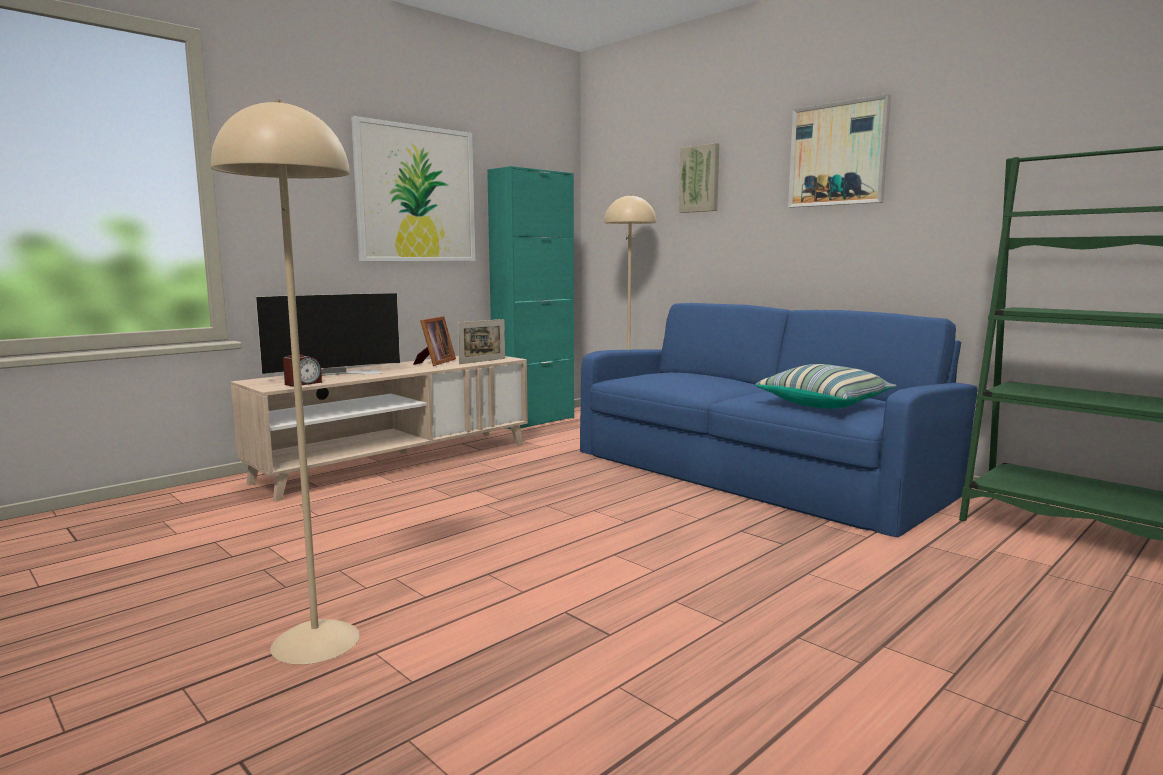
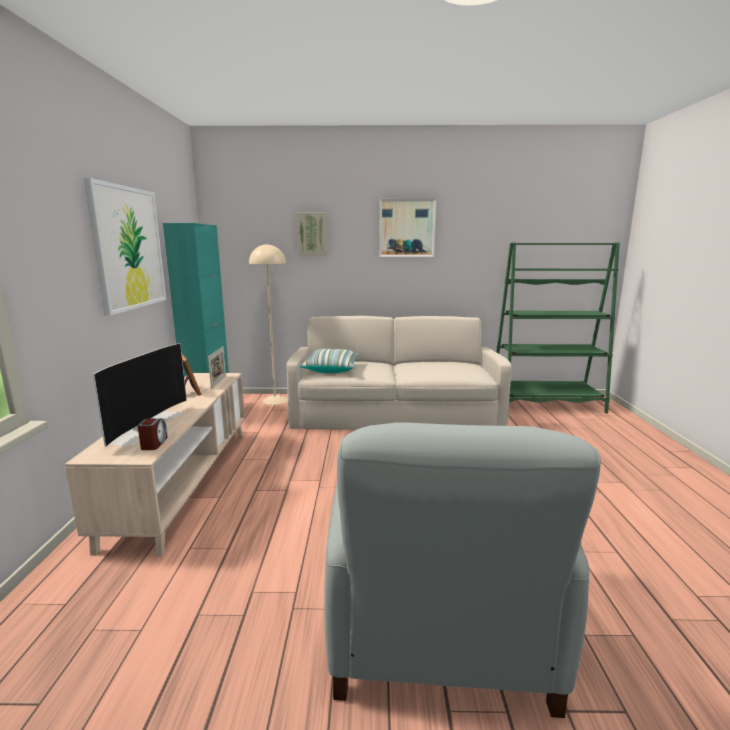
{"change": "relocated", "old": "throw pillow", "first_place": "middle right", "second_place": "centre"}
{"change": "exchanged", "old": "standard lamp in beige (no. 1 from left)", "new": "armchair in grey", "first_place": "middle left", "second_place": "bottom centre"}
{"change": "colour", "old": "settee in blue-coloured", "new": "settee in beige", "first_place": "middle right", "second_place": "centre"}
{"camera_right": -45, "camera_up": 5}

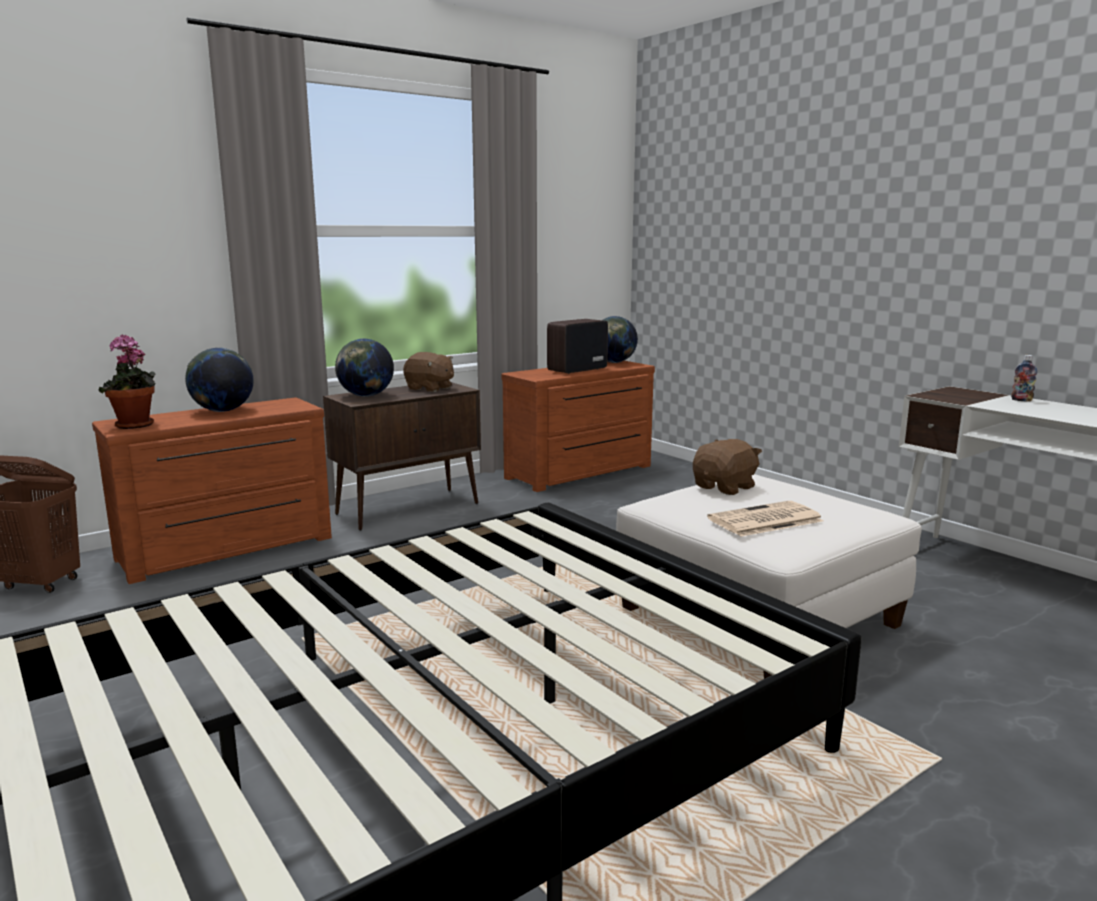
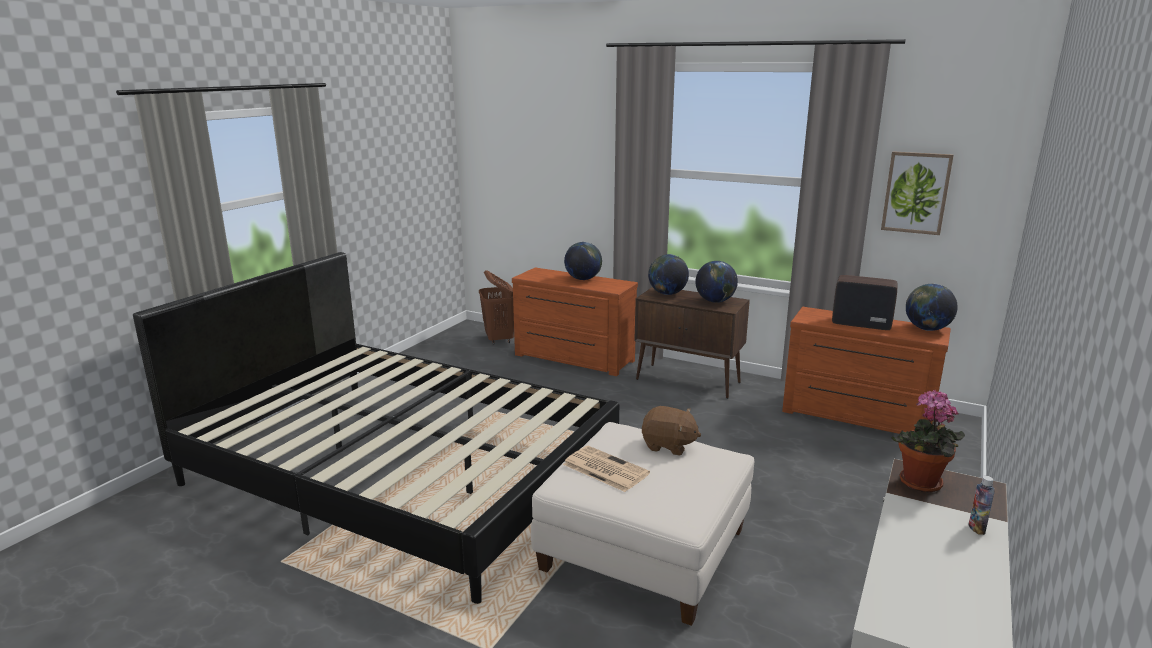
{"change": "appeared", "new": "picture", "second_place": "top right"}
{"change": "relocated", "old": "plant in a pot", "first_place": "middle left", "second_place": "bottom right"}
{"change": "exchanged", "old": "plush toy in brown-coloured (no. 1 from left)", "new": "globe (no. 3 from left)", "first_place": "centre", "second_place": "centre"}
{"camera_right": 65, "camera_up": 5}

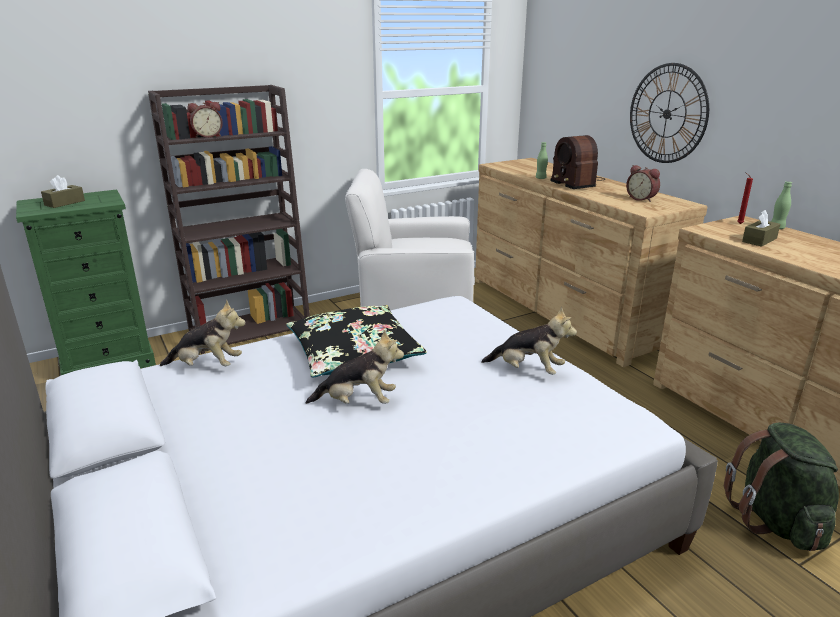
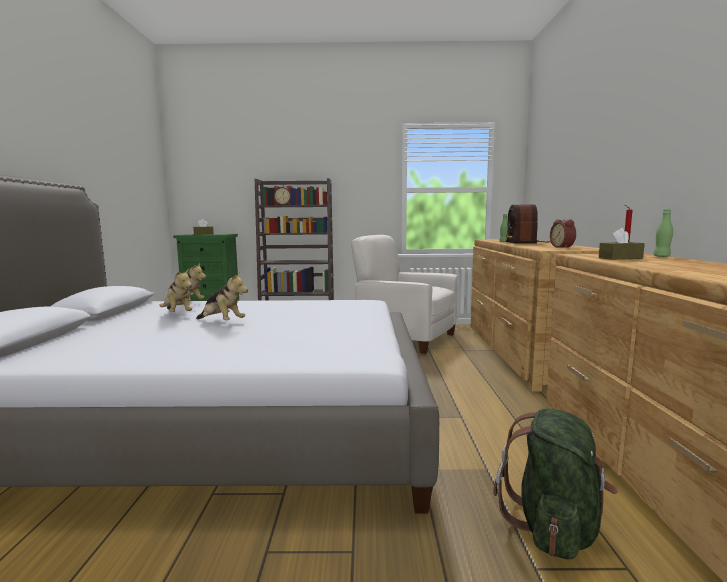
{"change": "missing", "old": "throw pillow in blackish", "first_place": "centre"}
{"change": "missing", "old": "wall clock", "first_place": "top right"}
{"change": "relocated", "old": "plush toy (no. 3 from left in the first image)", "new": "plush toy (no. 1 from left)", "first_place": "centre", "second_place": "middle left"}
{"camera_right": 30, "camera_up": -15}

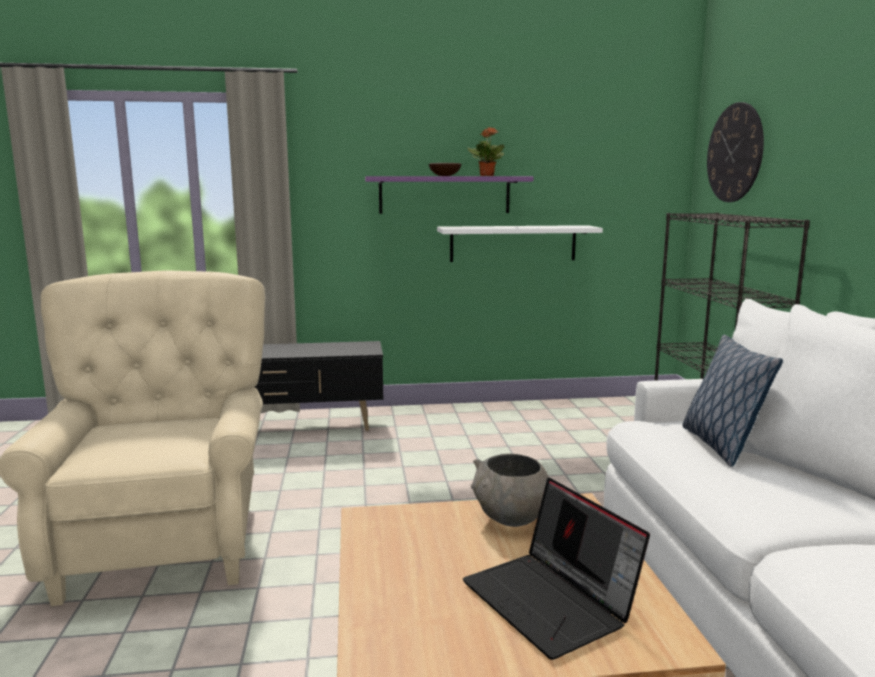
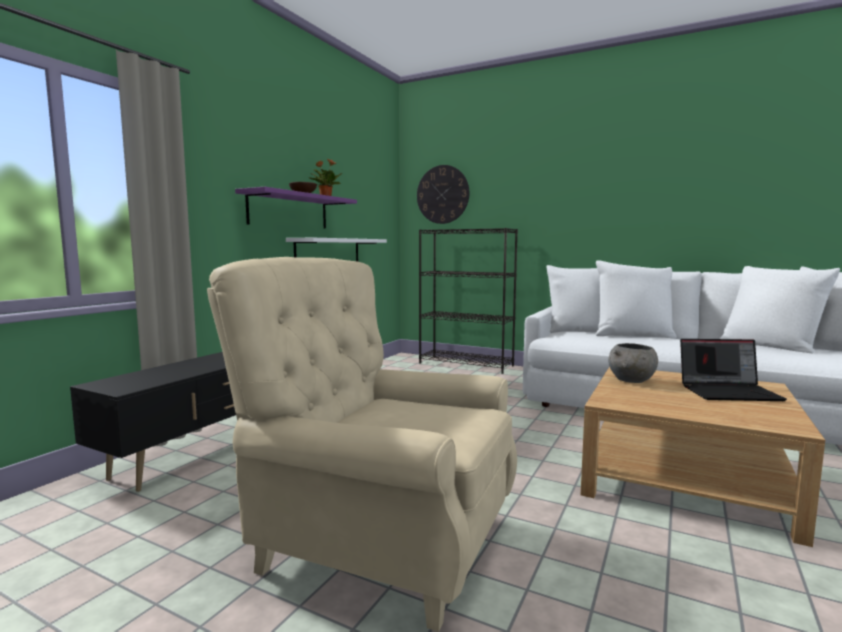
{"change": "missing", "old": "throw pillow", "first_place": "middle right"}
{"camera_right": -55, "camera_up": -5}

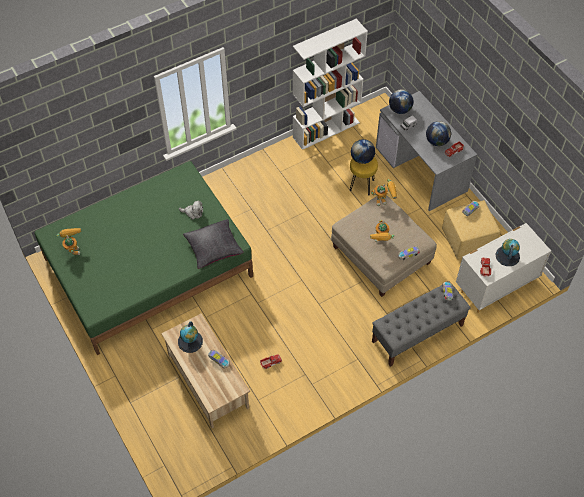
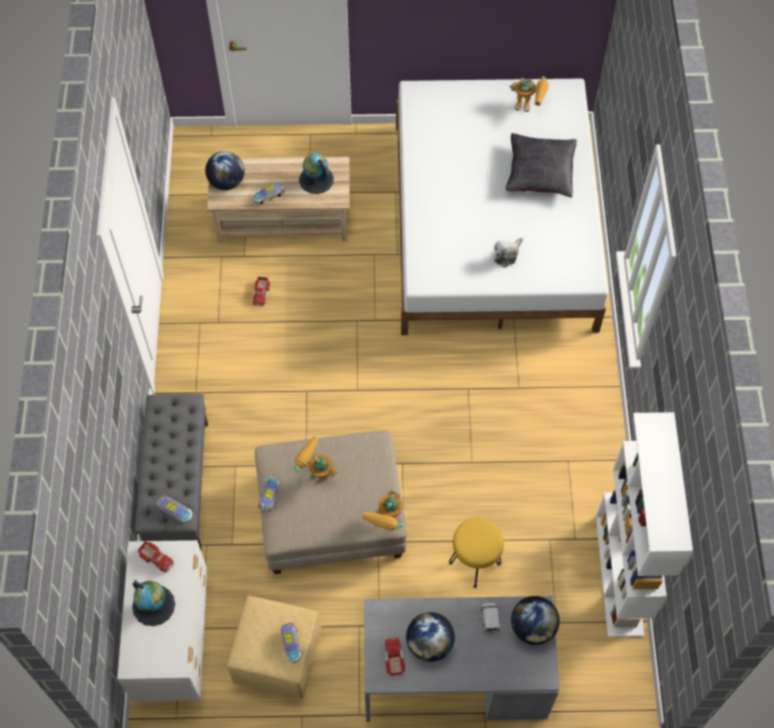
{"change": "relocated", "old": "throw pillow in blackish", "first_place": "centre", "second_place": "top right"}
{"change": "relocated", "old": "globe (no. 2 from left)", "first_place": "top centre", "second_place": "top left"}
{"change": "colour", "old": "bedroom bed in greenish", "new": "bedroom bed in white", "first_place": "middle left", "second_place": "top centre"}
{"camera_right": 120, "camera_up": 5}

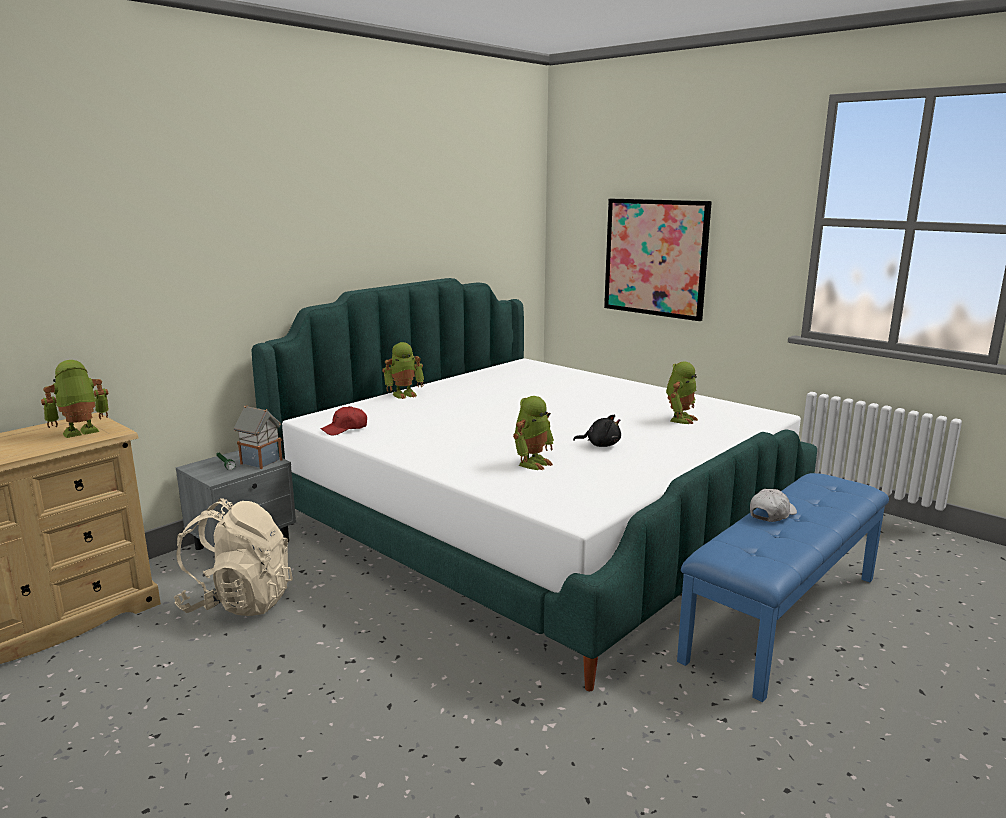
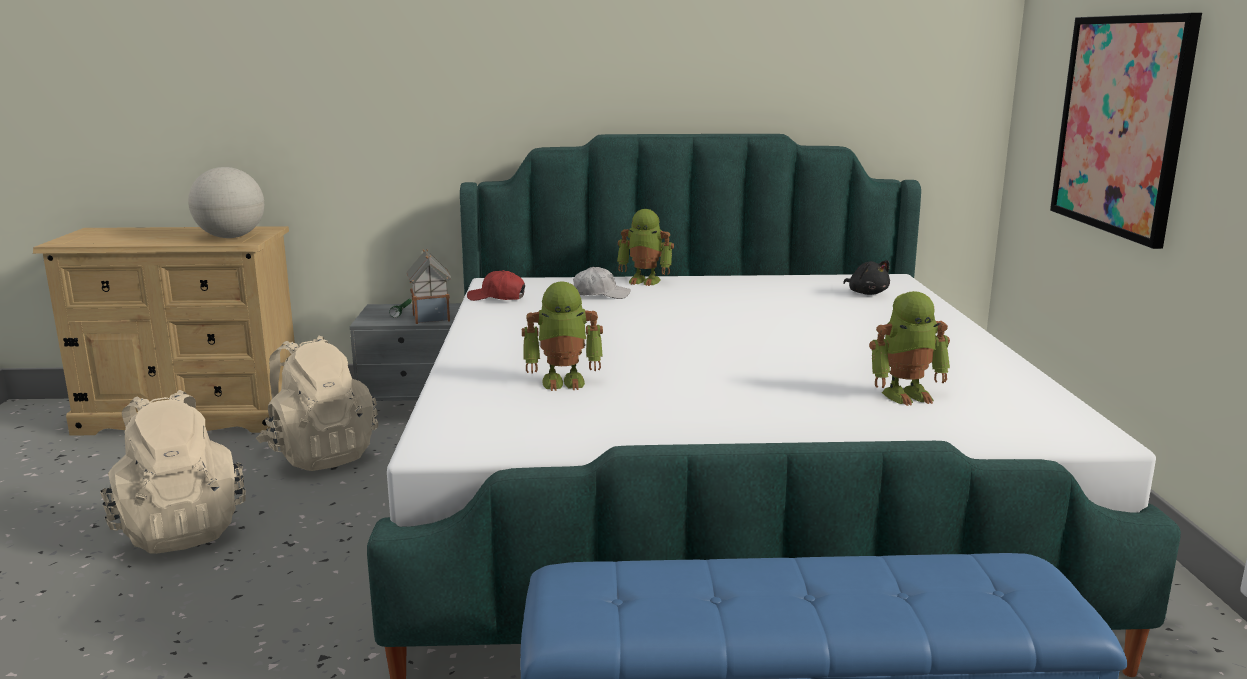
{"change": "appeared", "new": "rucksack in beige (no. 1 from left)", "second_place": "bottom left"}
{"change": "relocated", "old": "plush toy in blackish", "first_place": "centre", "second_place": "middle right"}
{"change": "relocated", "old": "baseball cap in white", "first_place": "middle right", "second_place": "centre"}
{"change": "exchanged", "old": "model robot (no. 1 from left)", "new": "globe", "first_place": "middle left", "second_place": "top left"}
{"camera_right": 45, "camera_up": 0}

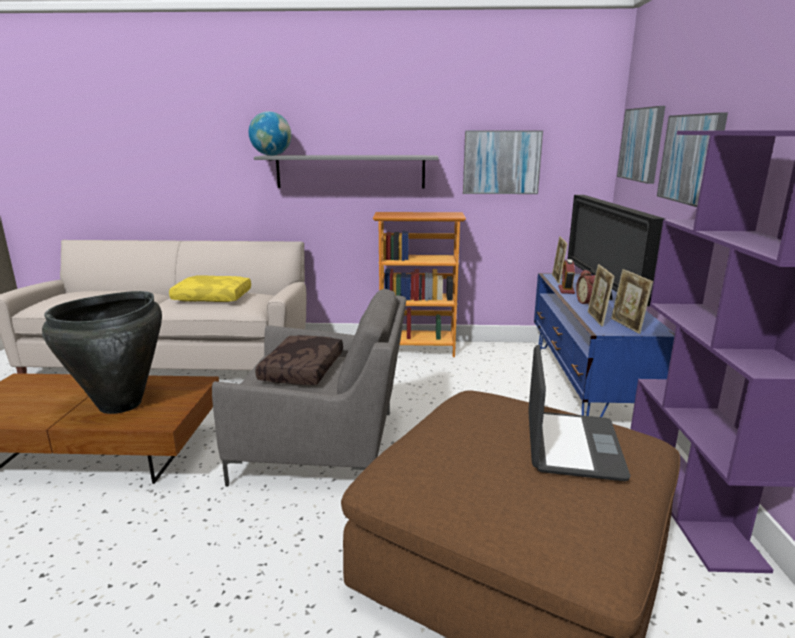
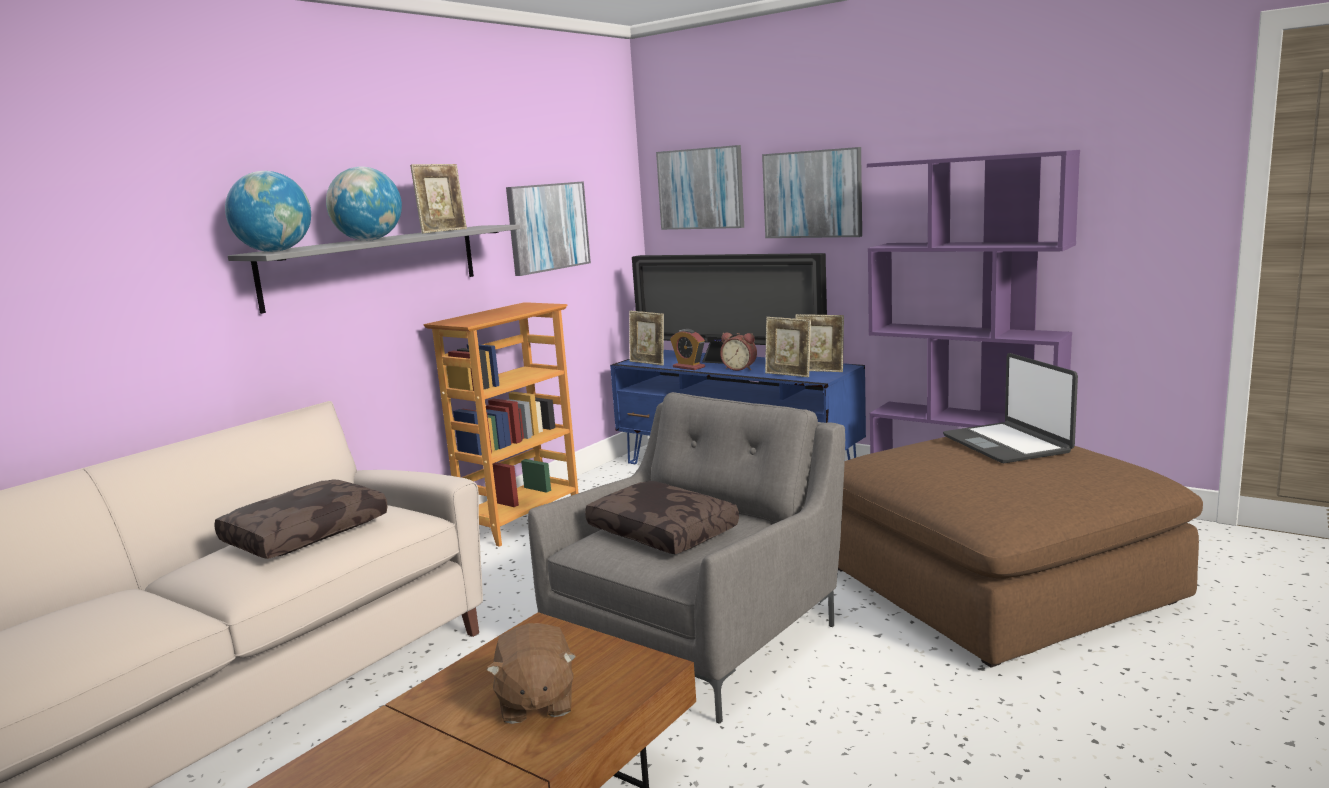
{"change": "appeared", "new": "globe (no. 2 from left)", "second_place": "top left"}
{"change": "appeared", "new": "standing frame (no. 1 from left)", "second_place": "top left"}
{"change": "exchanged", "old": "vase in blackish", "new": "plush toy in brown-coloured", "first_place": "middle left", "second_place": "bottom centre"}
{"change": "colour", "old": "throw pillow in yellow-coloured", "new": "throw pillow in brown-coloured (no. 1 from left)", "first_place": "middle left", "second_place": "middle left"}
{"change": "spun", "old": "portable computer", "first_place": "middle right", "second_place": "middle right", "degrees": -150}
{"camera_right": -55, "camera_up": -5}

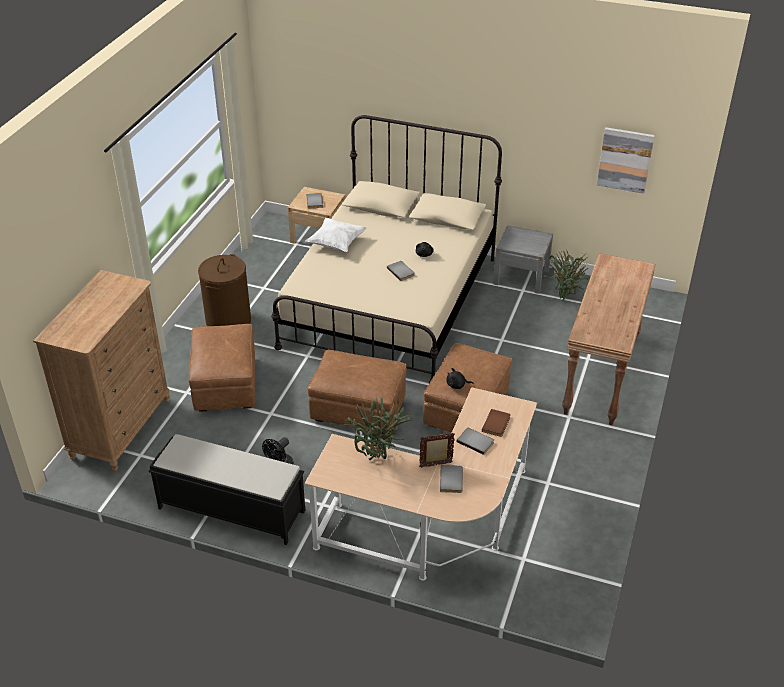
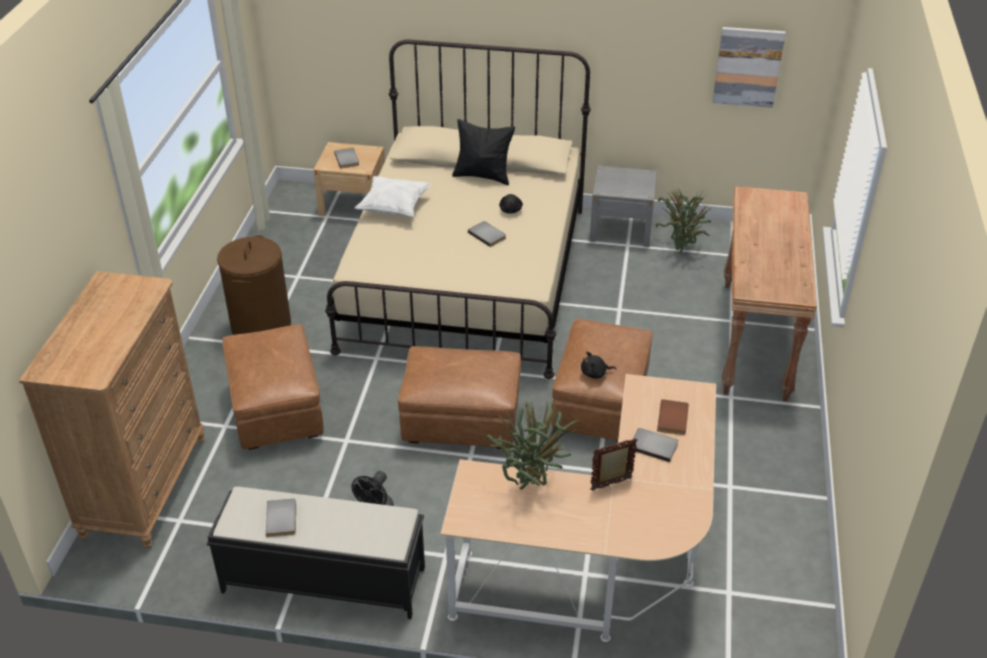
{"change": "appeared", "new": "throw pillow in blackish", "second_place": "top centre"}
{"change": "relocated", "old": "volume in grey (no. 3 from left in the first image)", "new": "volume in grey (no. 1 from left)", "first_place": "bottom centre", "second_place": "bottom left"}
{"camera_right": -10, "camera_up": 0}

